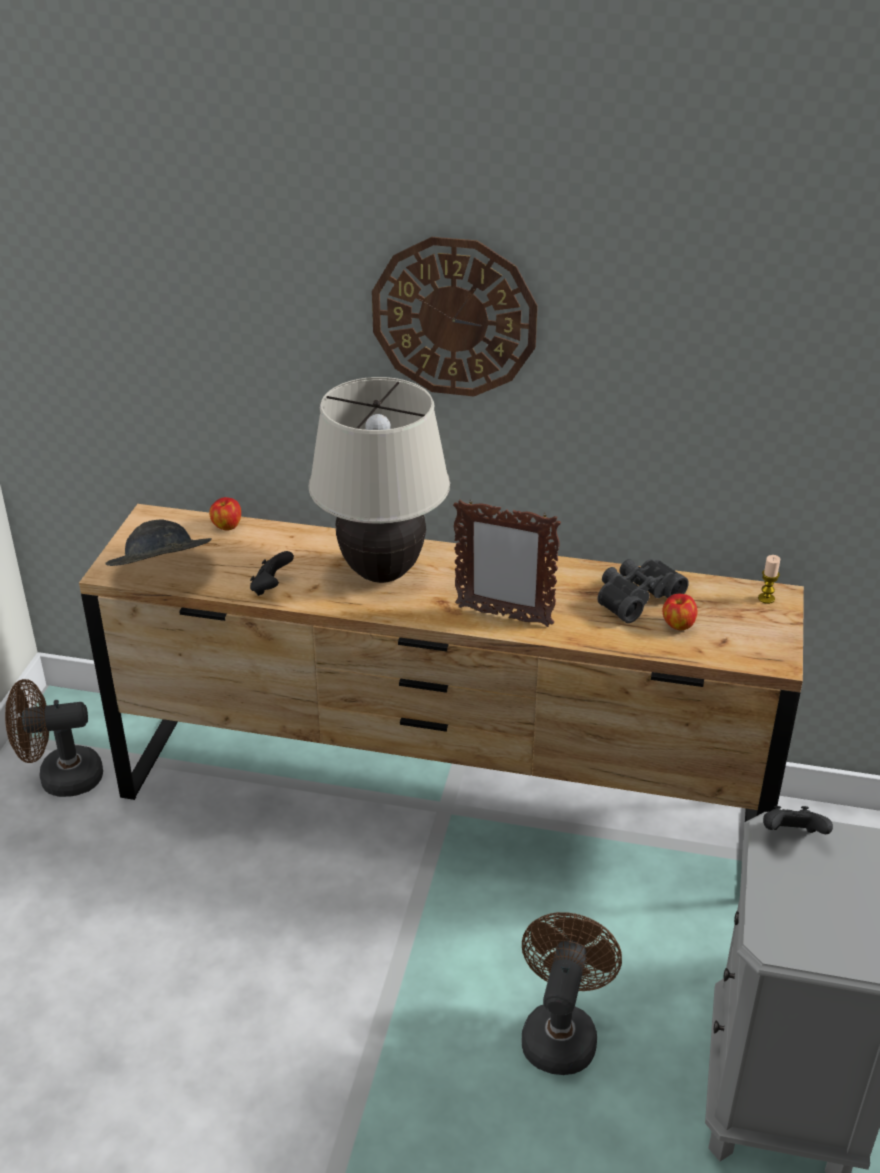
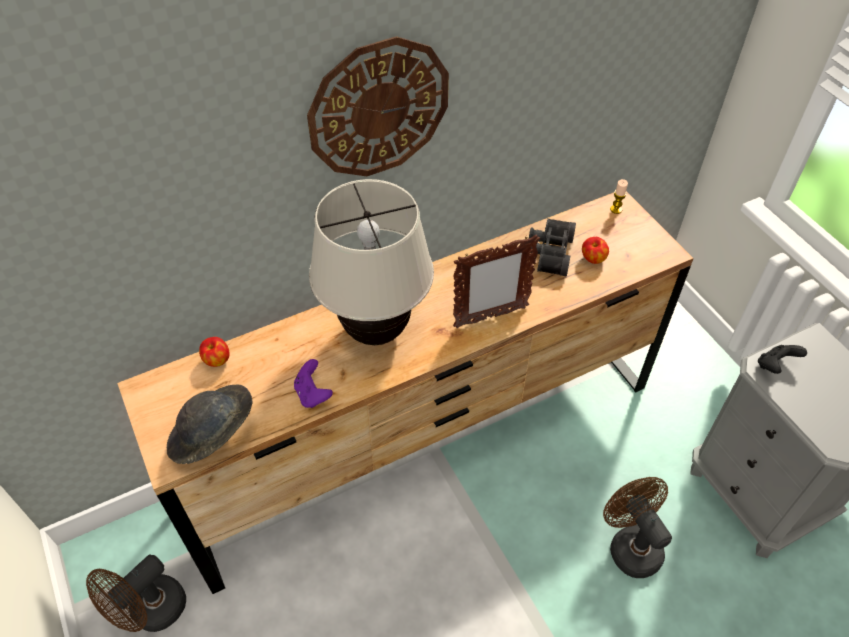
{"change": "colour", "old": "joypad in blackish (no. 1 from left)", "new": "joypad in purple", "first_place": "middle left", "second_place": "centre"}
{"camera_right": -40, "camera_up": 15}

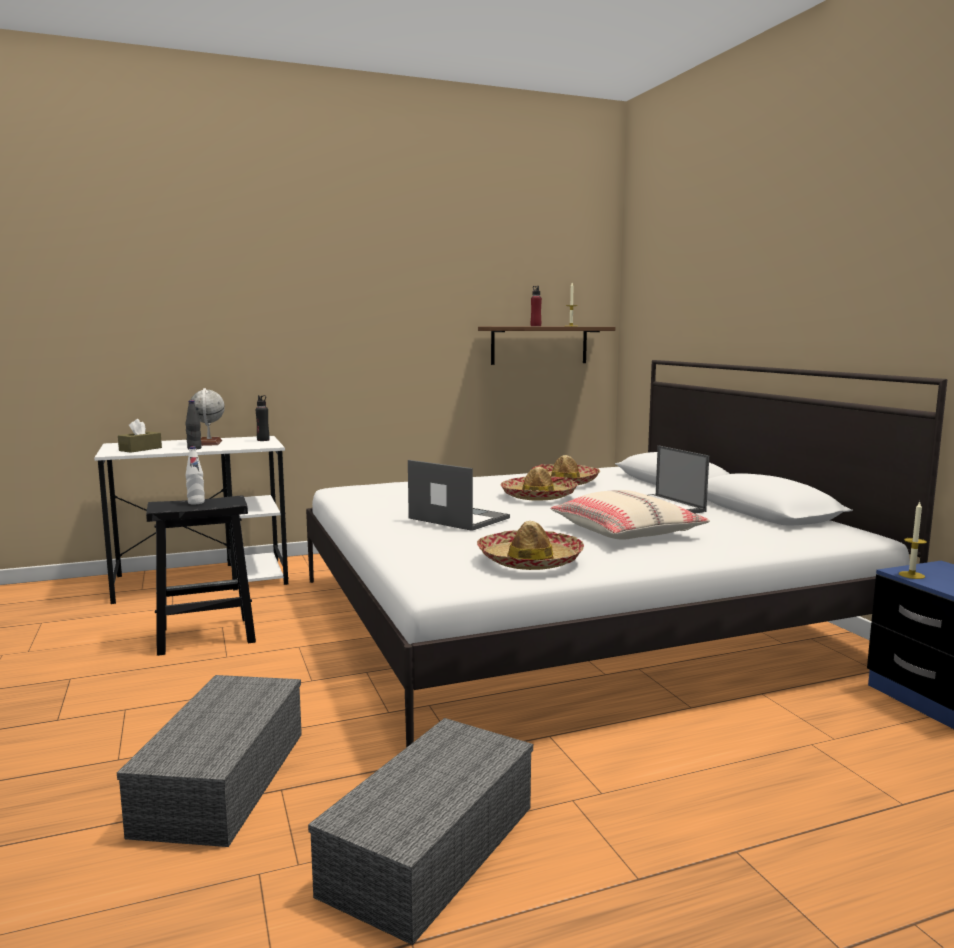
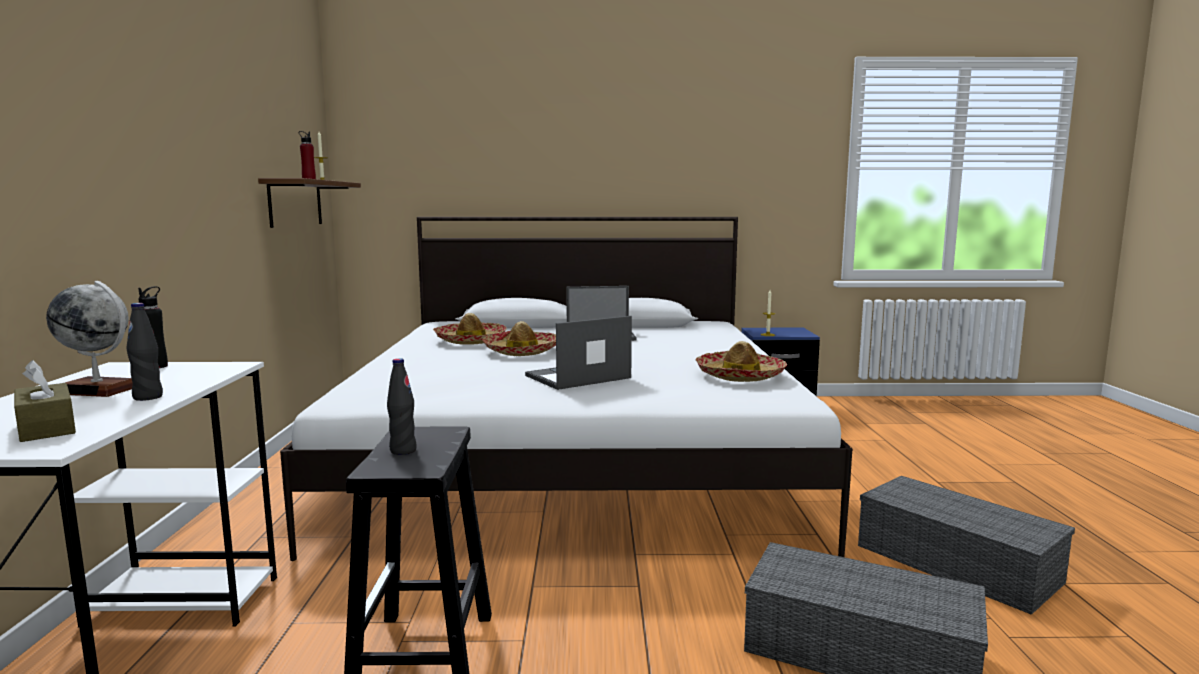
{"change": "missing", "old": "throw pillow in beige", "first_place": "centre"}
{"change": "colour", "old": "beverage bottle in white", "new": "beverage bottle in blackish (no. 3 from left)", "first_place": "middle left", "second_place": "centre"}
{"camera_right": -70, "camera_up": 0}

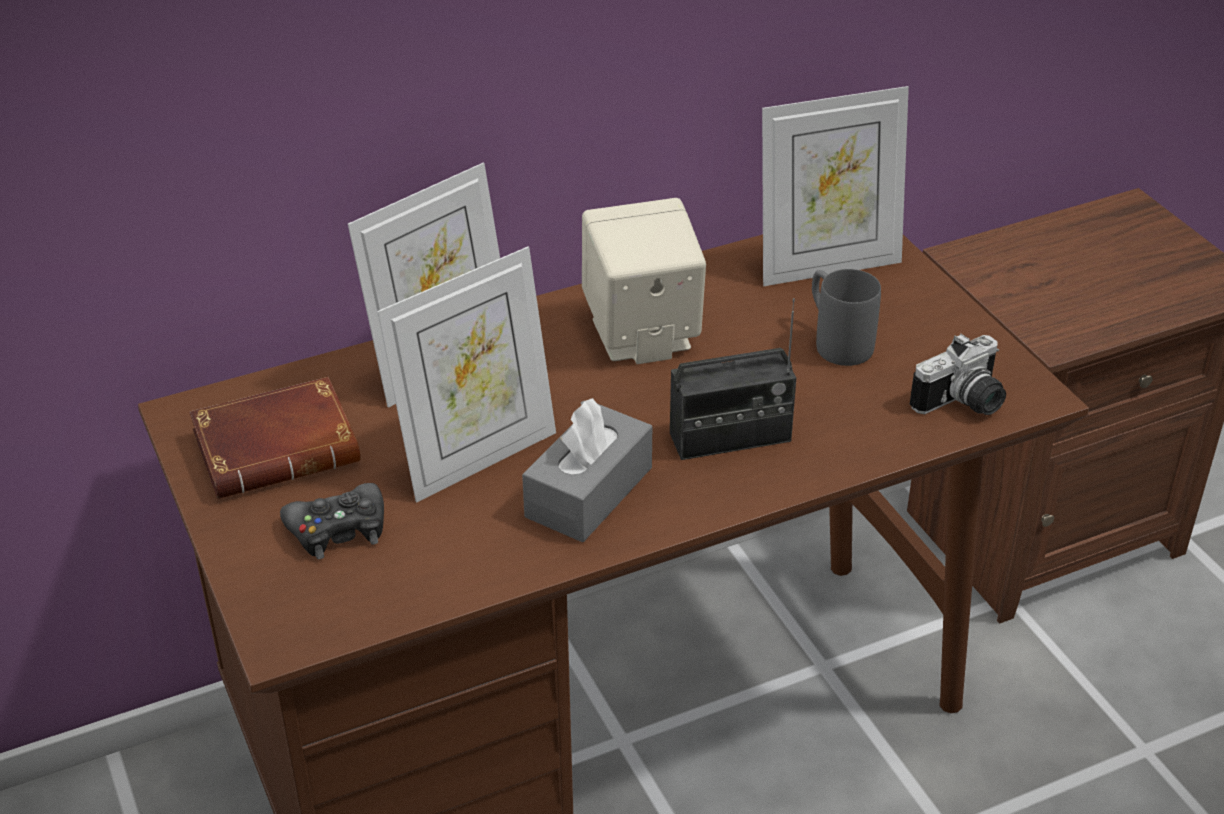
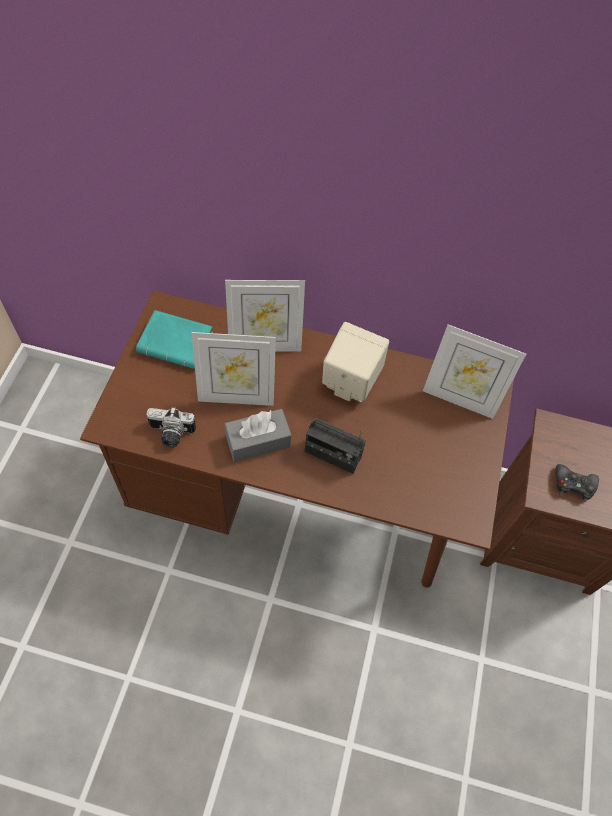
{"change": "missing", "old": "mug in grey", "first_place": "middle right"}
{"change": "relocated", "old": "joypad in blackish", "first_place": "middle left", "second_place": "middle right"}
{"change": "relocated", "old": "still camera", "first_place": "middle right", "second_place": "middle left"}
{"change": "colour", "old": "volume in brown-coloured", "new": "volume in blue-green", "first_place": "middle left", "second_place": "middle left"}
{"camera_right": 35, "camera_up": 20}

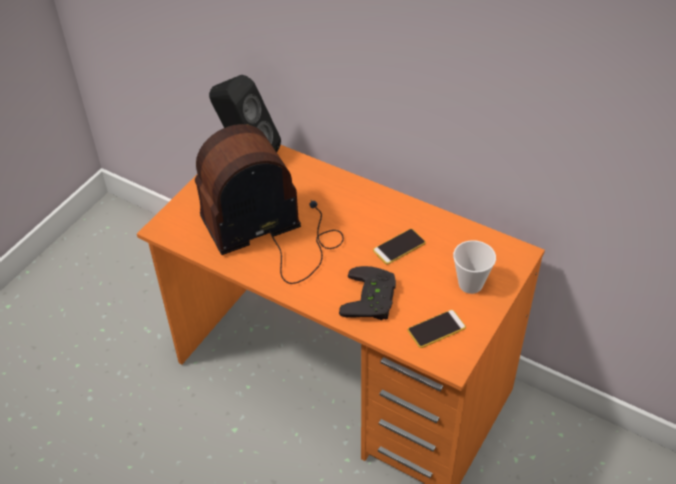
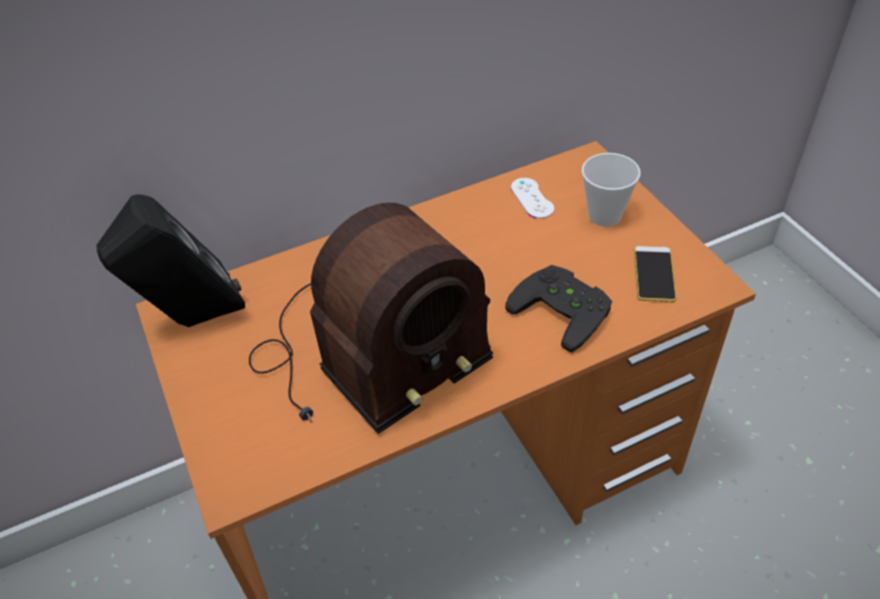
{"change": "missing", "old": "handset (no. 1 from left)", "first_place": "centre"}
{"change": "appeared", "new": "joypad in white", "second_place": "top centre"}
{"change": "spun", "old": "radio receiver", "first_place": "centre", "second_place": "centre", "degrees": -135}
{"camera_right": -55, "camera_up": 0}

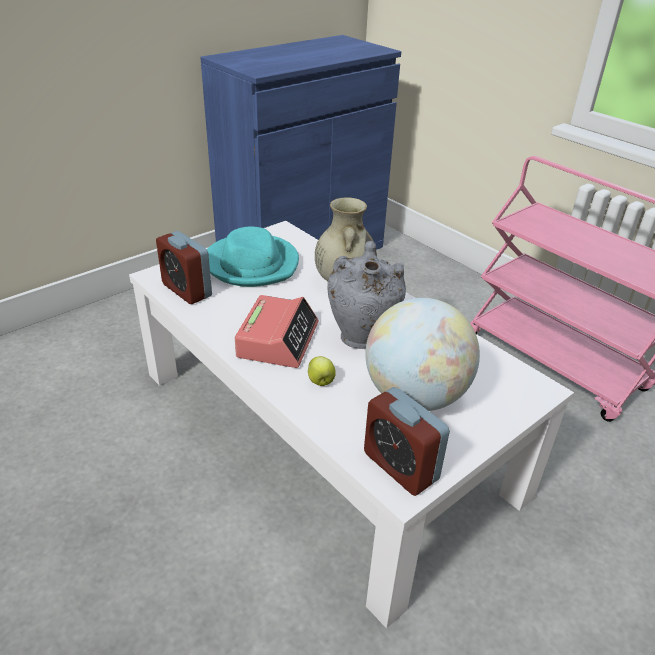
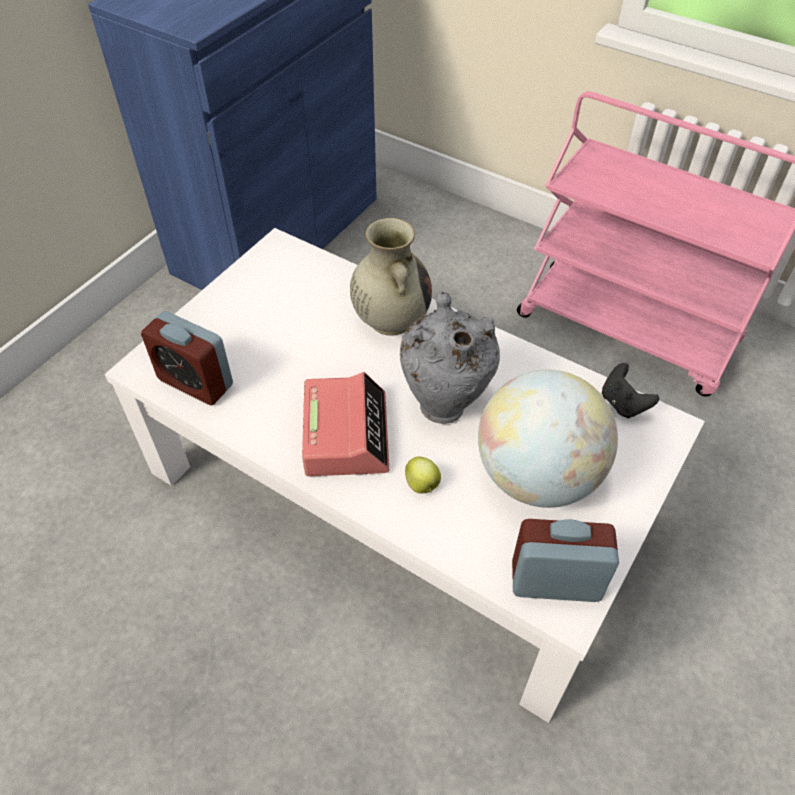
{"change": "missing", "old": "clothing hat in blue-green", "first_place": "centre"}
{"change": "appeared", "new": "joypad in blackish", "second_place": "middle right"}
{"change": "spun", "old": "table clock (no. 3 from left)", "first_place": "bottom centre", "second_place": "bottom right", "degrees": 150}
{"camera_right": -15, "camera_up": 15}

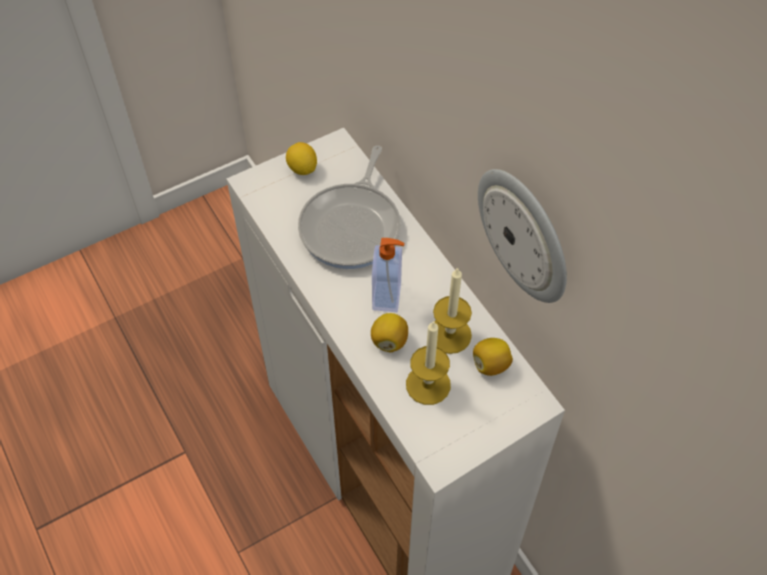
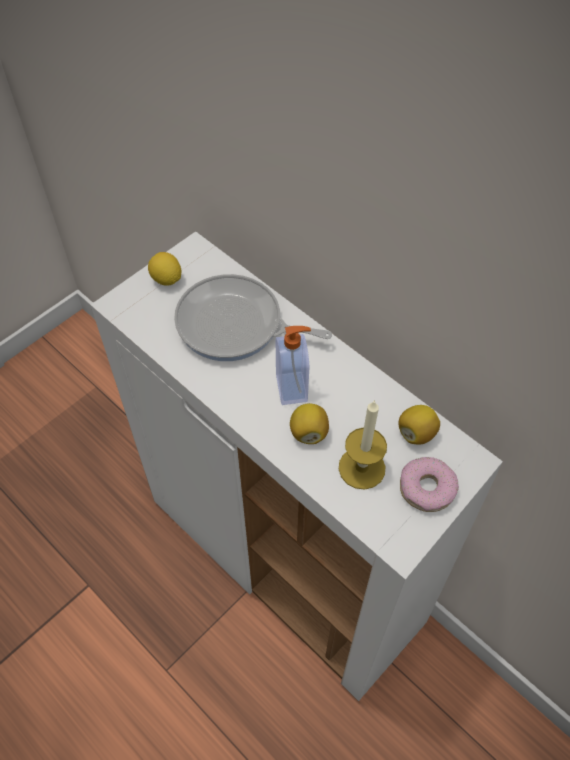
{"change": "missing", "old": "wax light (no. 2 from left)", "first_place": "centre"}
{"change": "missing", "old": "wall clock", "first_place": "middle right"}
{"change": "appeared", "new": "doughnut", "second_place": "middle right"}
{"change": "spun", "old": "frying pan", "first_place": "centre", "second_place": "centre", "degrees": 105}
{"camera_right": -15, "camera_up": 0}

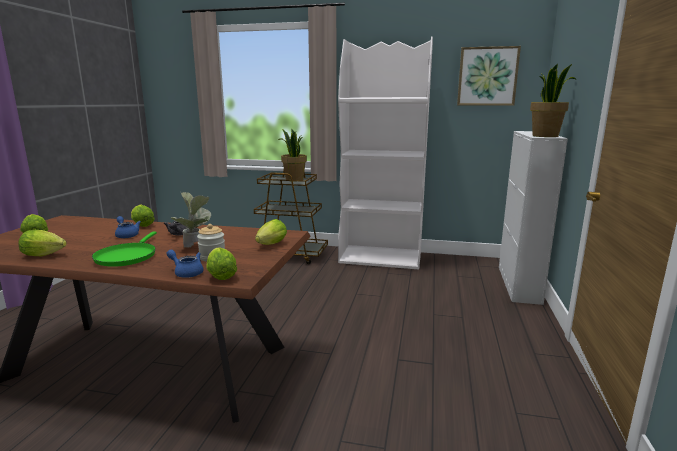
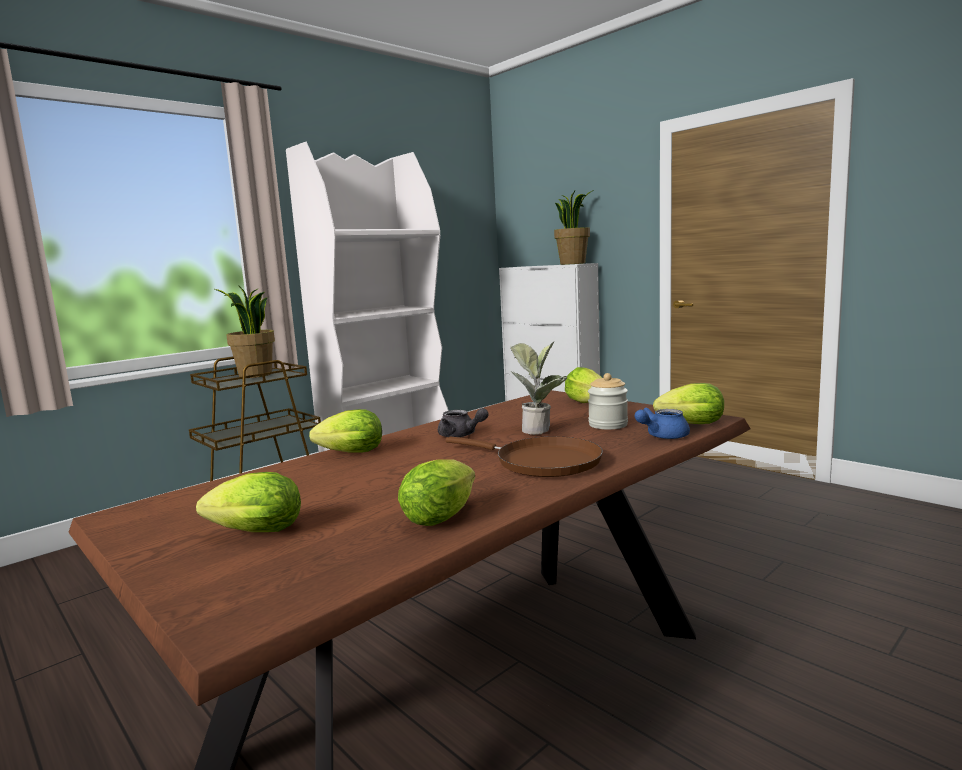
{"change": "missing", "old": "teapot in blue-coloured (no. 1 from left)", "first_place": "middle left"}
{"change": "missing", "old": "picture", "first_place": "top right"}
{"change": "colour", "old": "frying pan in greenish", "new": "frying pan in brown-coloured", "first_place": "middle left", "second_place": "centre"}
{"camera_right": -55, "camera_up": -5}

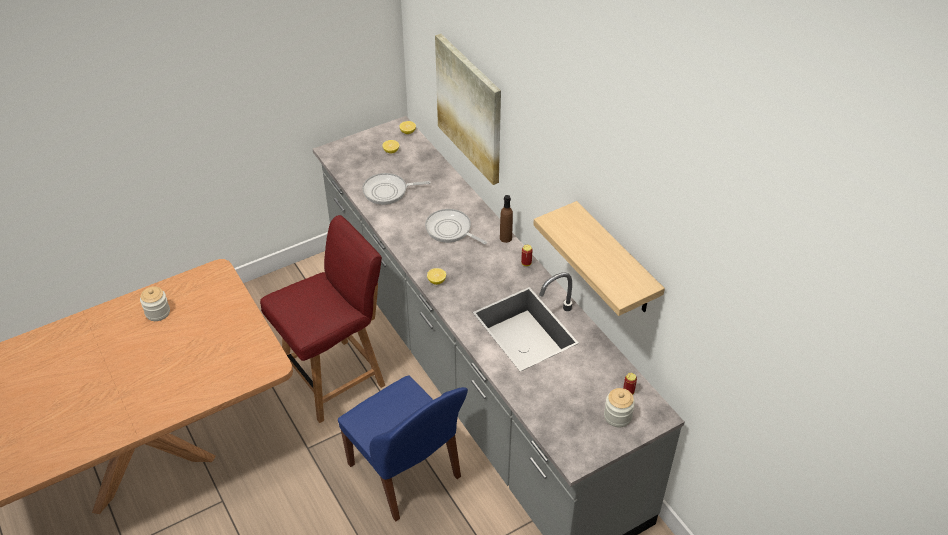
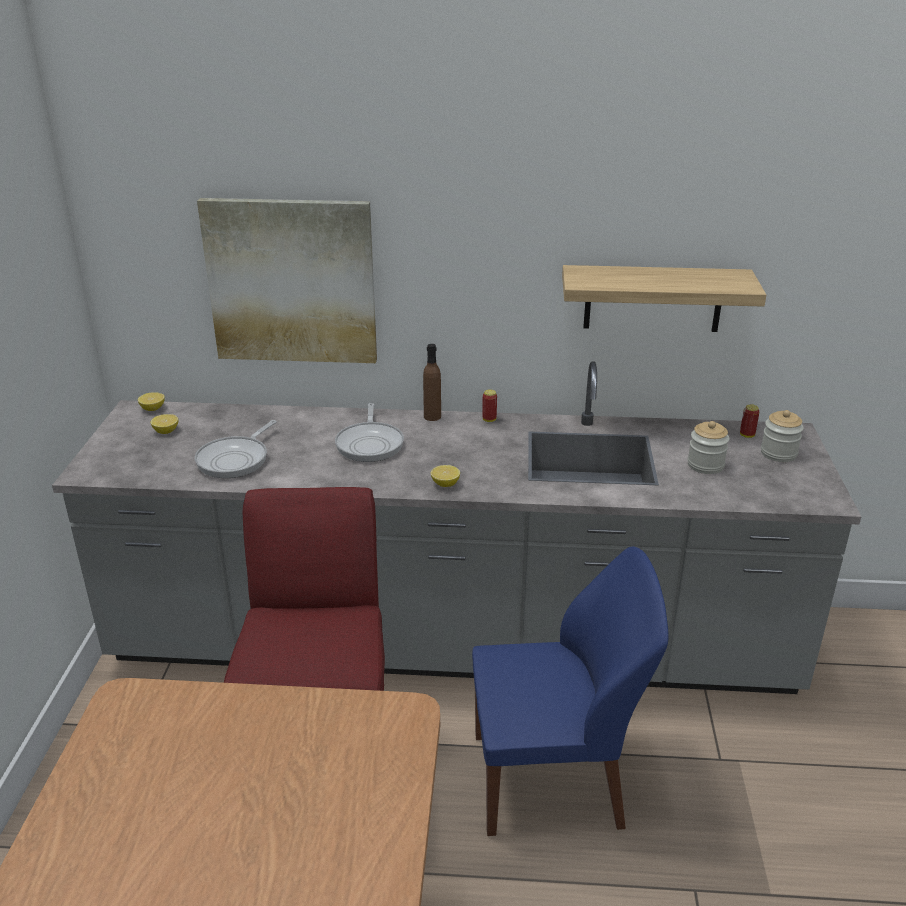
{"change": "relocated", "old": "jar (no. 1 from left)", "first_place": "middle left", "second_place": "middle right"}
{"change": "spun", "old": "frying pan (no. 2 from left)", "first_place": "centre", "second_place": "centre", "degrees": -75}
{"camera_right": -55, "camera_up": -15}

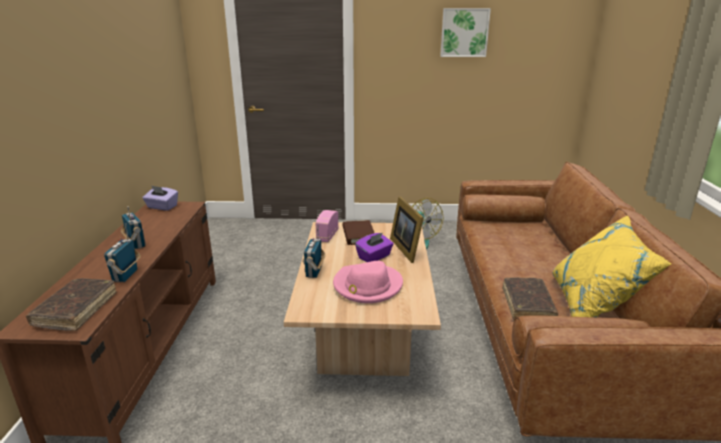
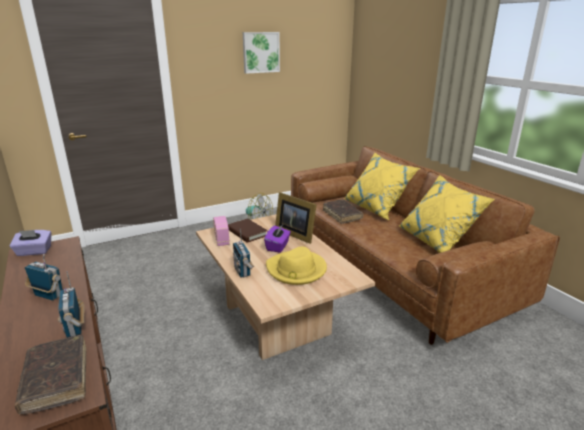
{"change": "appeared", "new": "throw pillow in yellow-coloured (no. 1 from left)", "second_place": "centre"}
{"change": "relocated", "old": "volume in brown-coloured (no. 3 from left)", "first_place": "bottom right", "second_place": "centre"}
{"change": "colour", "old": "clothing hat in pinkish", "new": "clothing hat in yellow-coloured", "first_place": "centre", "second_place": "centre"}
{"camera_right": -30, "camera_up": 0}

